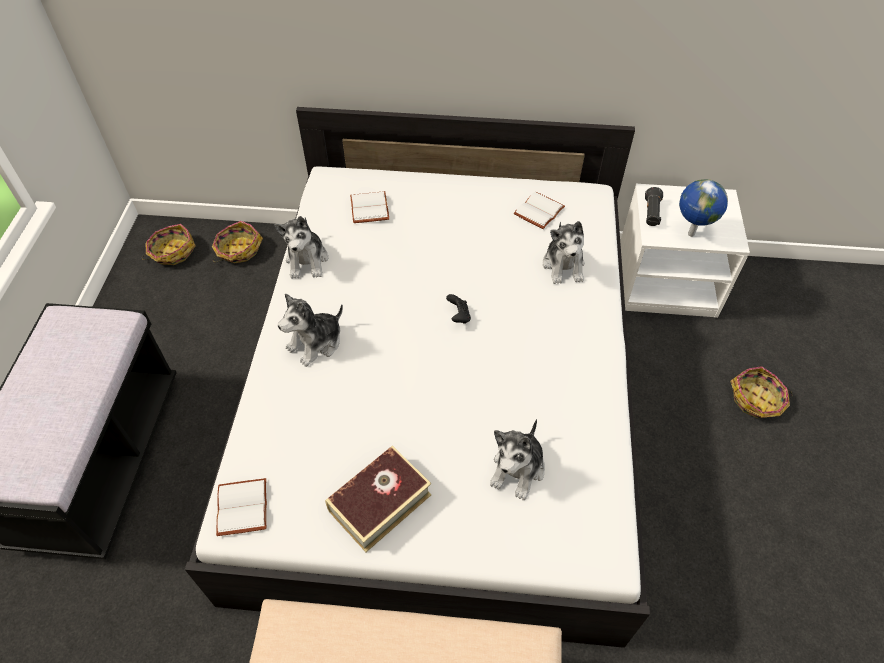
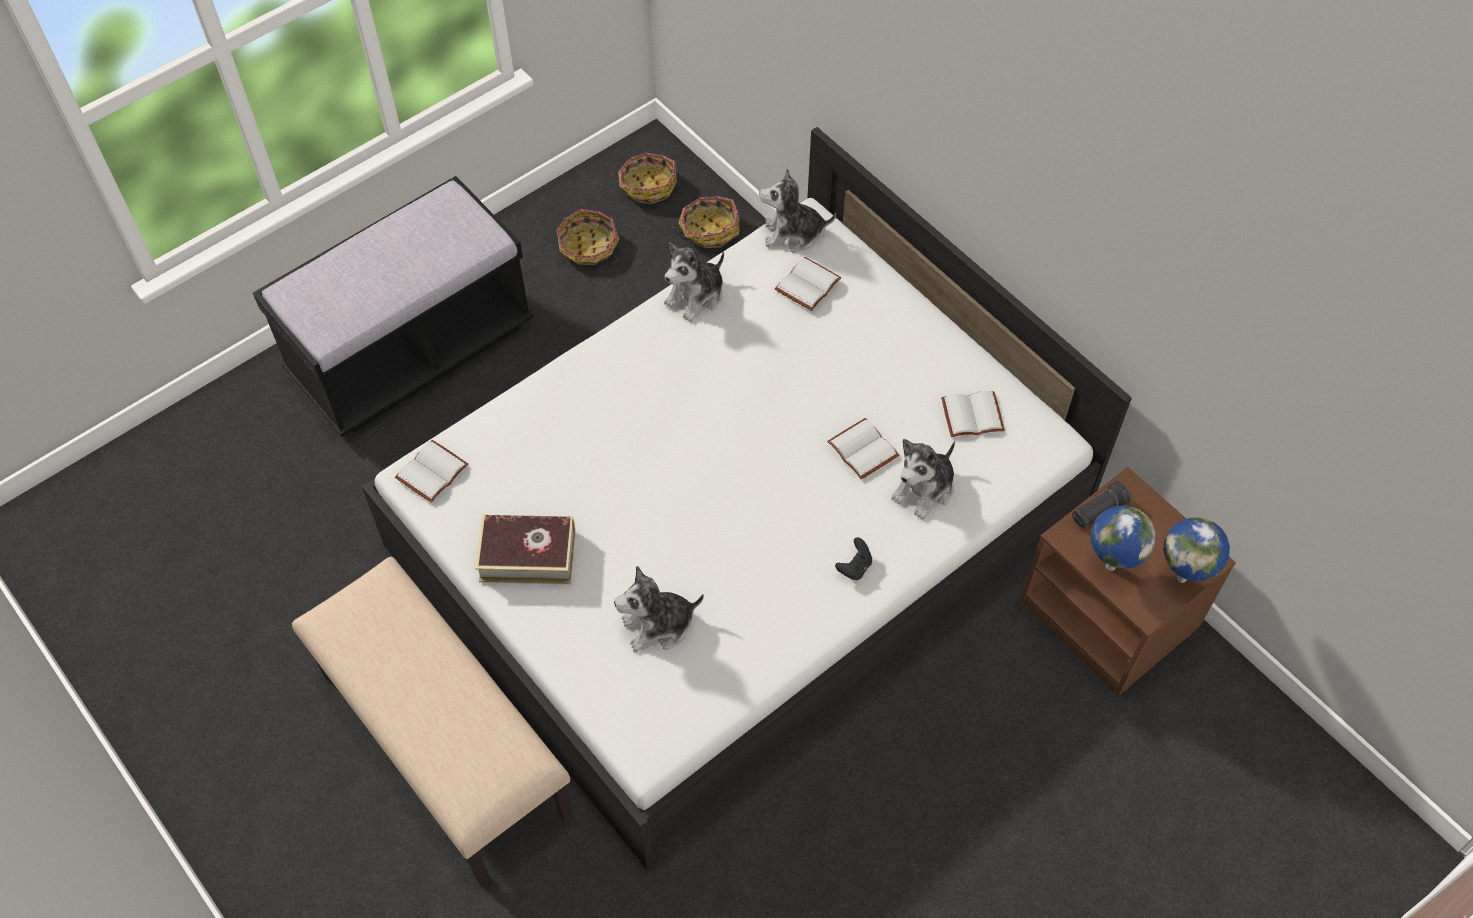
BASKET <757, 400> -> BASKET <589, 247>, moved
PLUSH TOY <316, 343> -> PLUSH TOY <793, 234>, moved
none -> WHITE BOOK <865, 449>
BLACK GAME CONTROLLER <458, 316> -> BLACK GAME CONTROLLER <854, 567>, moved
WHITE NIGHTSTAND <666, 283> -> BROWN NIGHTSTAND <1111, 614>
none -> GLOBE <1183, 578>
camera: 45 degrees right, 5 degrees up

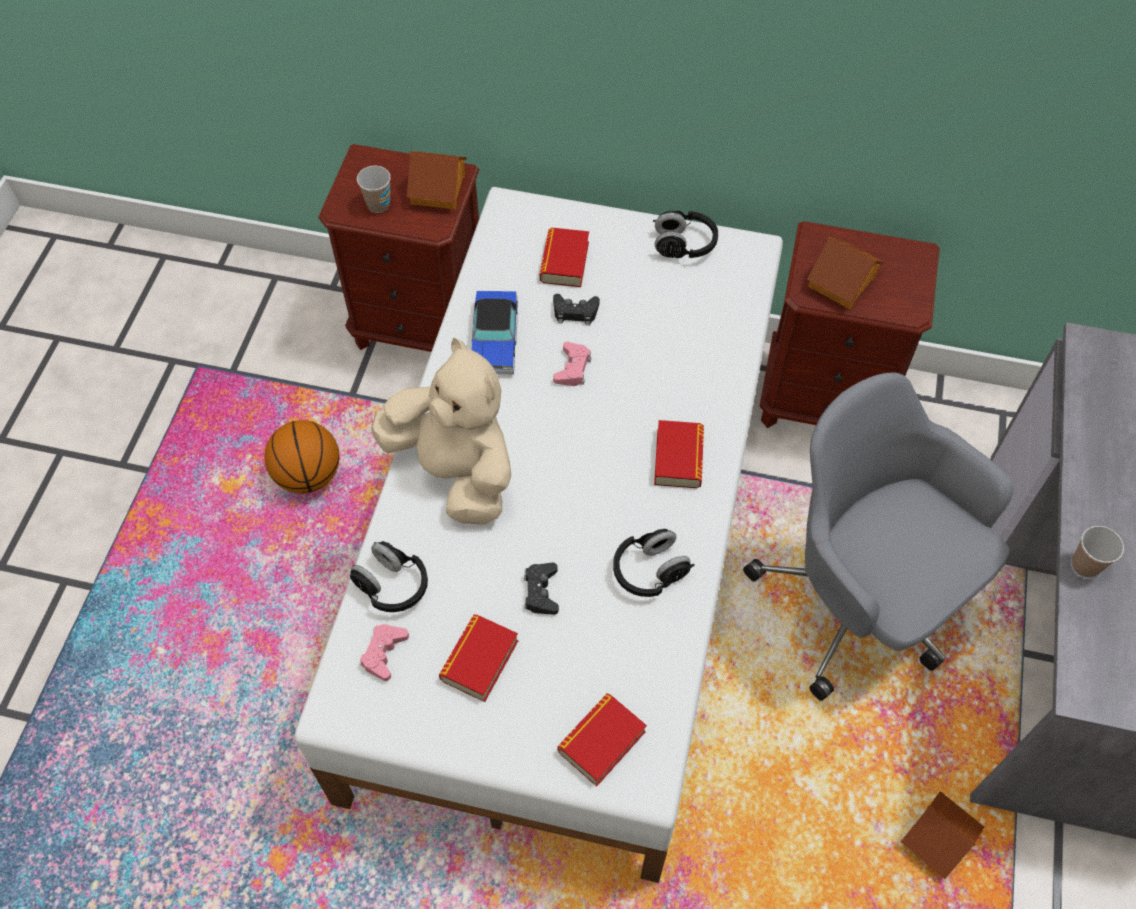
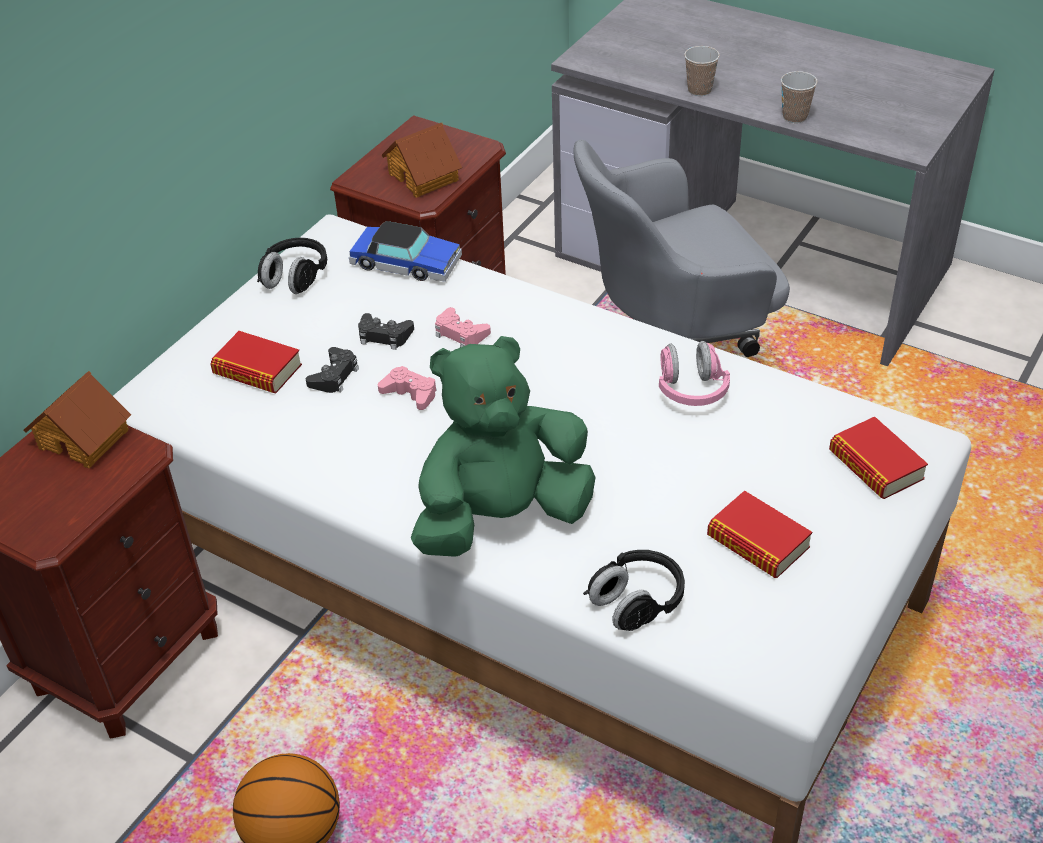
TOY CAR <495, 338> -> TOY CAR <406, 263>, moved
BLACK GAME CONTROLLER <541, 591> -> BLACK GAME CONTROLLER <384, 336>, moved
BEIGE PLUSH TOY <455, 471> -> GREEN PLUSH TOY <502, 517>
PINK GAME CONTROLLER <384, 653> -> PINK GAME CONTROLLER <460, 333>, moved
BLACK HEADPHONES <649, 571> -> PINK HEADPHONES <691, 390>
CUP <378, 205> -> CUP <699, 90>, moved
BOOK <678, 458> -> none
TOY HOUSE <938, 840> -> none
camera: 70 degrees left, 15 degrees down

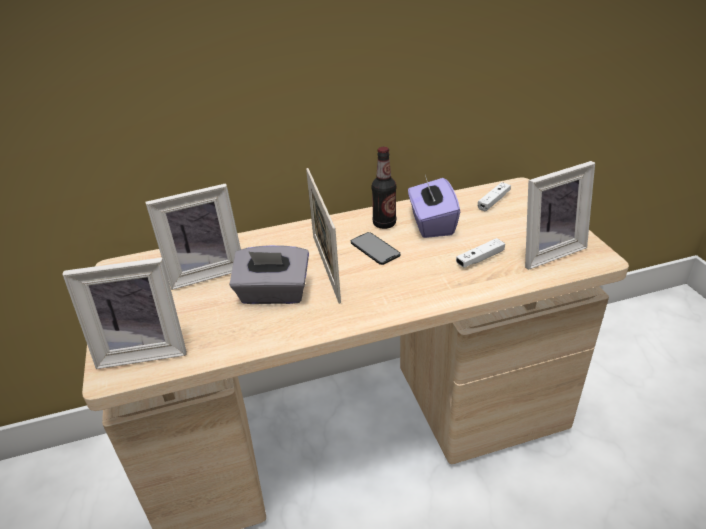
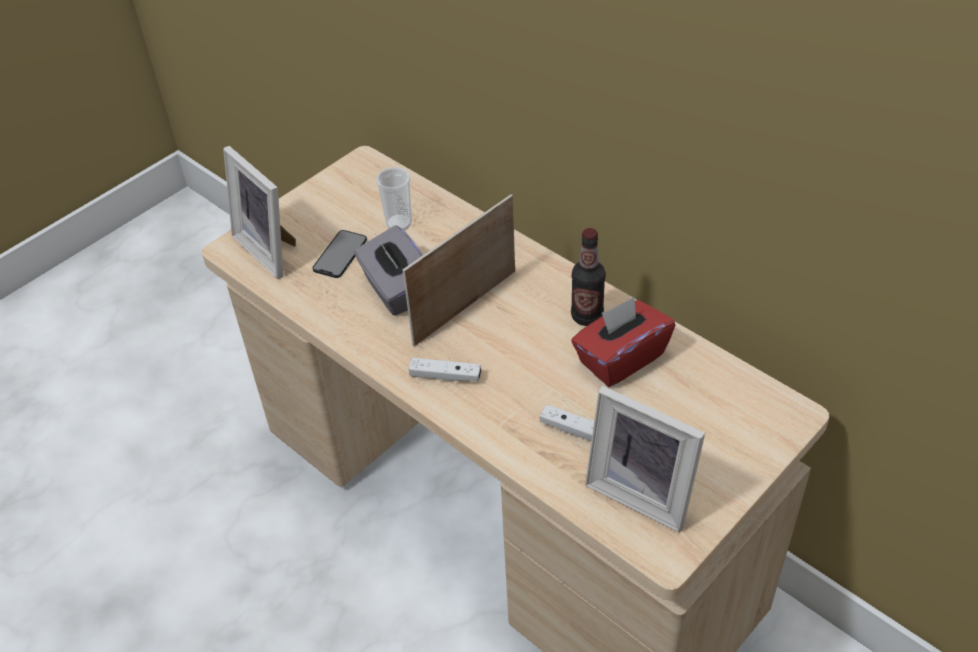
PHONE <375, 248> -> PHONE <340, 254>, moved
PICTURE FRAME <206, 271> -> CUP <399, 223>
WHITE GAME CONTROLLER <493, 201> -> WHITE GAME CONTROLLER <445, 376>, moved
PURPLE TISSUE BOX <431, 223> -> RED TISSUE BOX <620, 358>
camera: 60 degrees right, 10 degrees up

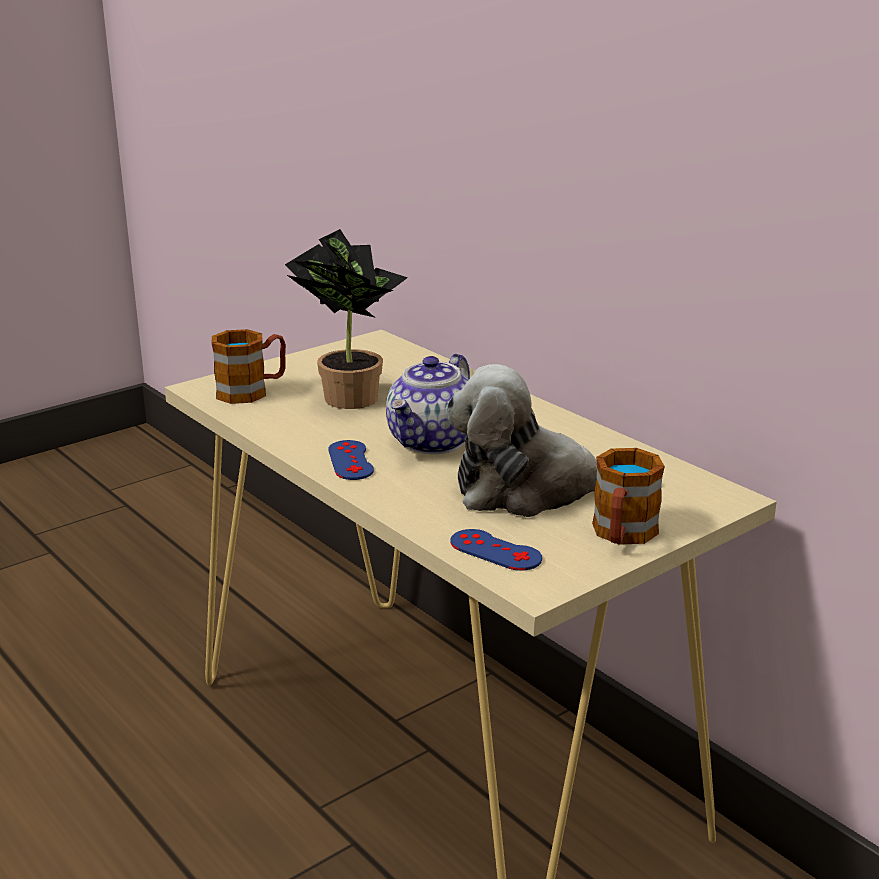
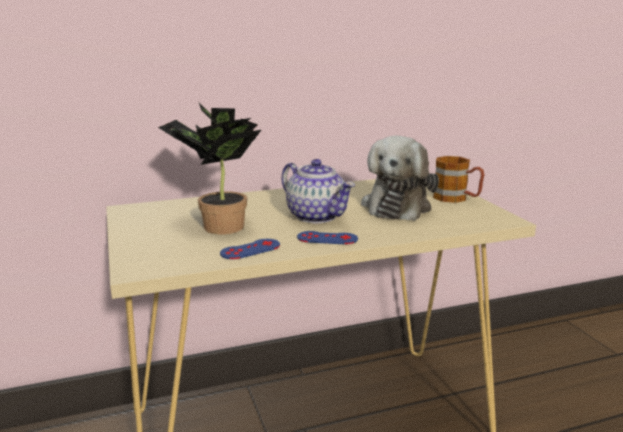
BLUE GAME CONTROLLER <495, 550> -> BLUE GAME CONTROLLER <250, 249>, moved
MUG <252, 391> -> none
camera: 70 degrees left, 5 degrees down

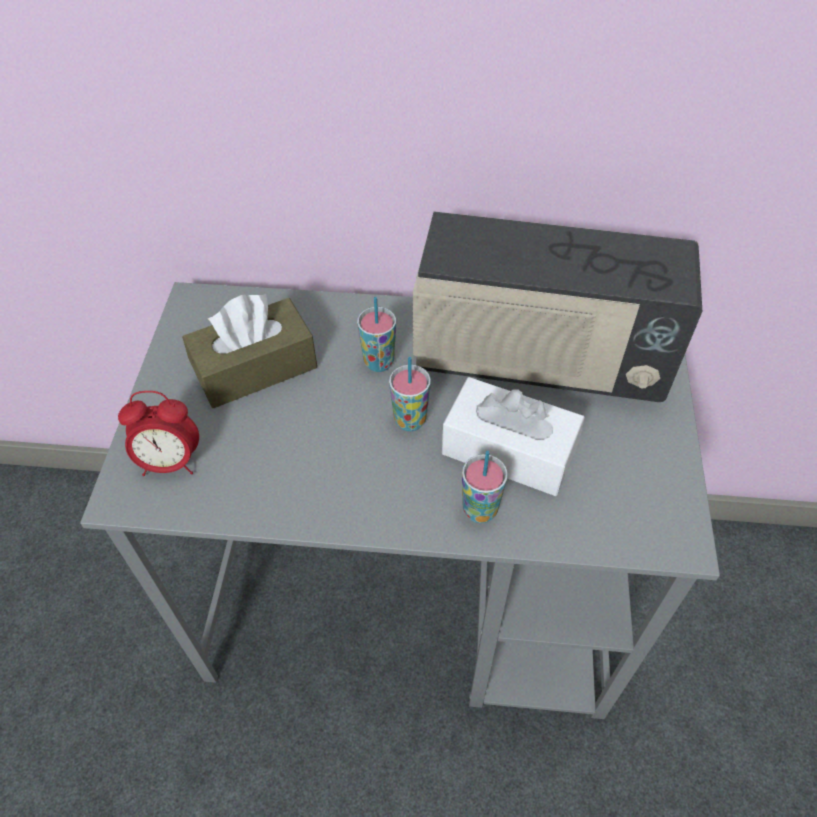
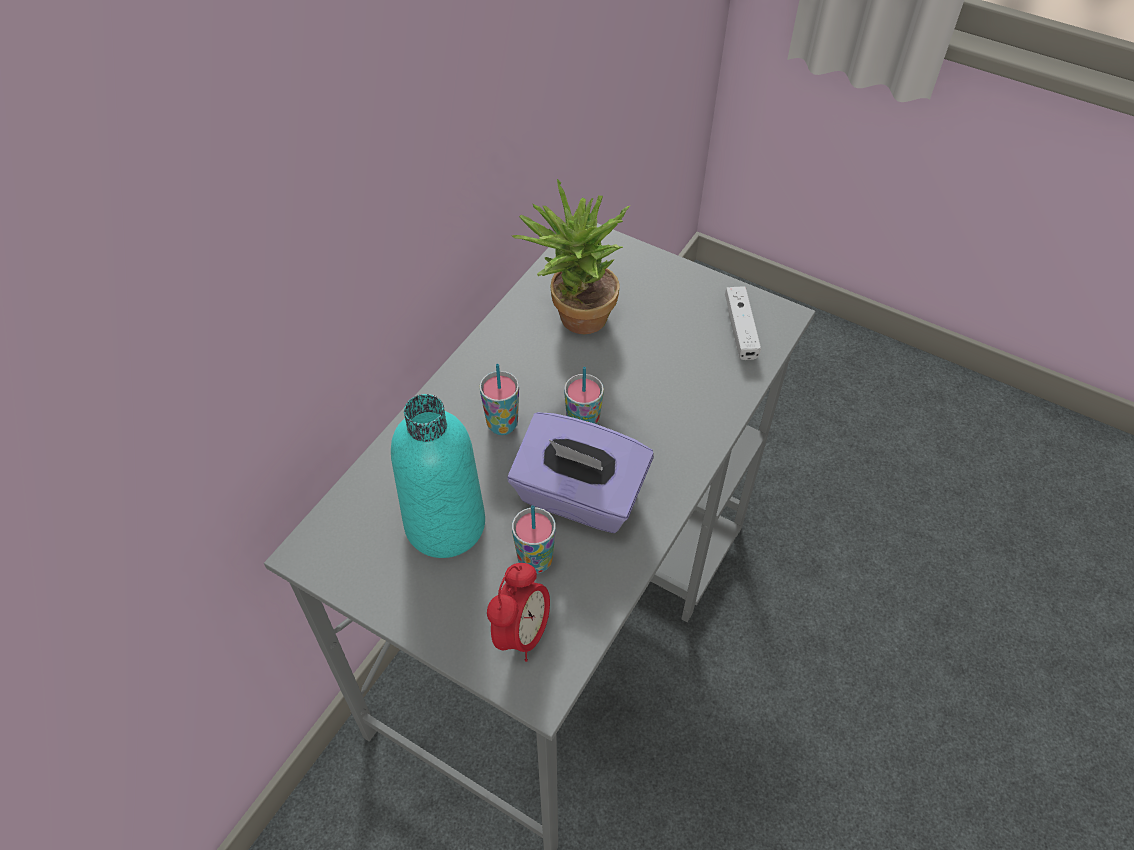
BROWN TISSUE BOX <255, 368> -> TURQUOISE BOTTLE <445, 524>
none -> PURPLE TISSUE BOX <579, 497>
RADIO <538, 362> -> POTTED PLANT <573, 318>
CUP <480, 510> -> CUP <535, 561>, moved
none -> WHITE GAME CONTROLLER <740, 329>
WHITE TISSUE BOX <508, 450> -> none
camera: 65 degrees left, 0 degrees up

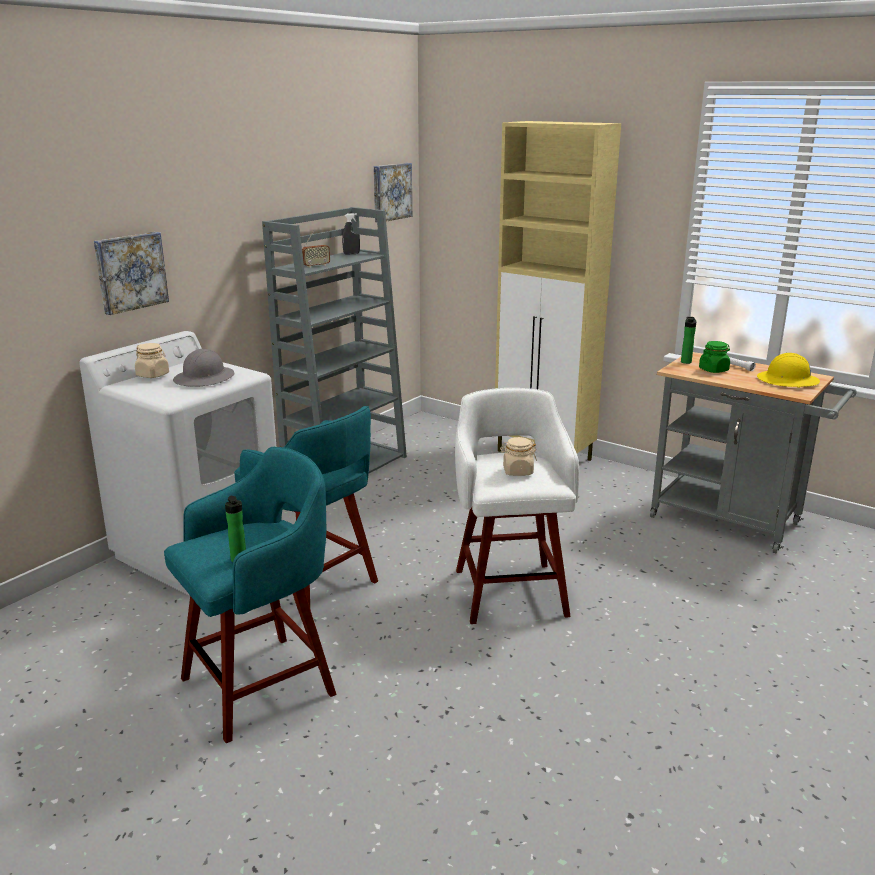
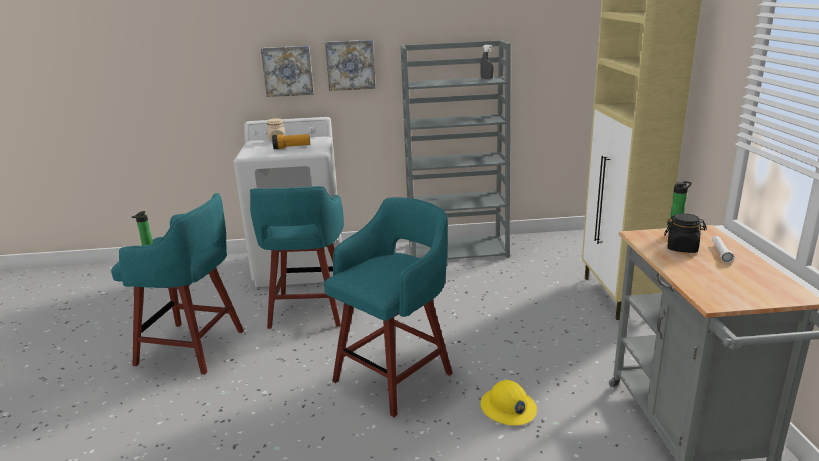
GREY HARD HAT <204, 379> -> FLASHLIGHT <292, 147>
WHITE STOOL <510, 590> -> TURQUOISE STOOL <395, 375>
PICTURE <391, 192> -> PICTURE <350, 65>, moved
YELLOW HARD HAT <787, 381> -> YELLOW HARD HAT <508, 408>, moved
GREEN JAR <713, 370> -> BLACK JAR <682, 248>
RADIO <316, 266> -> none
BEIGE JAR <517, 471> -> none
camera: 50 degrees right, 0 degrees up

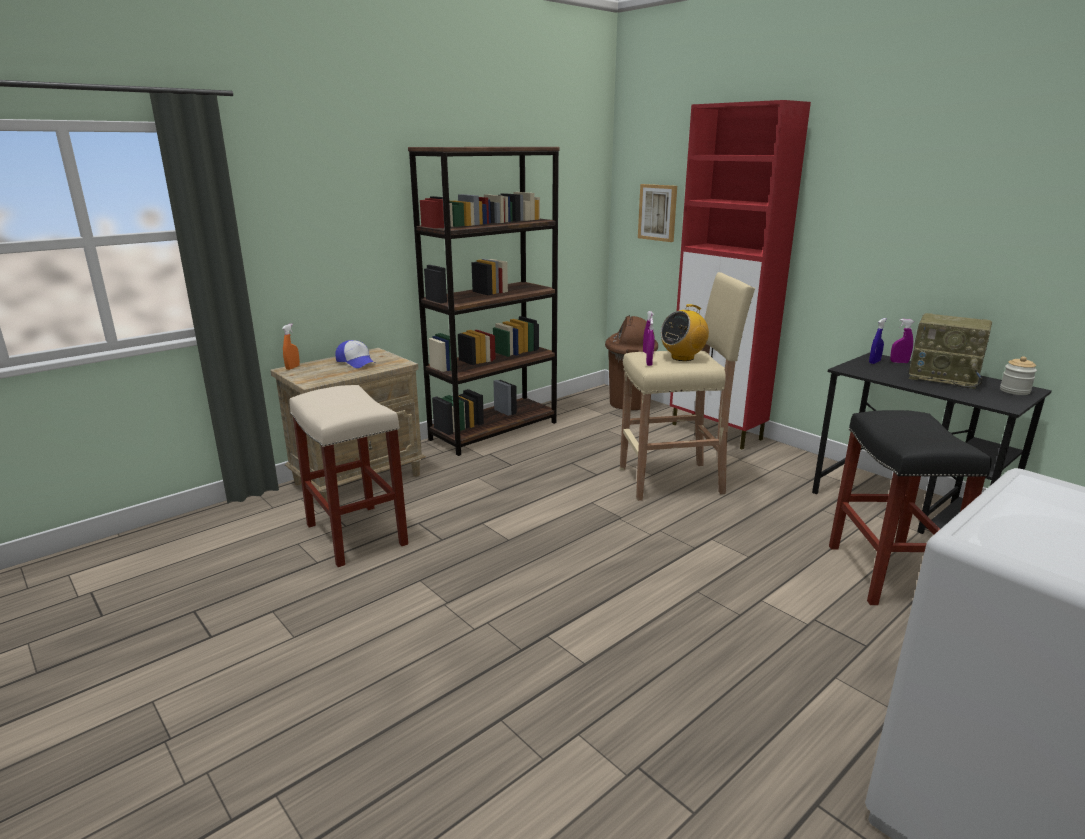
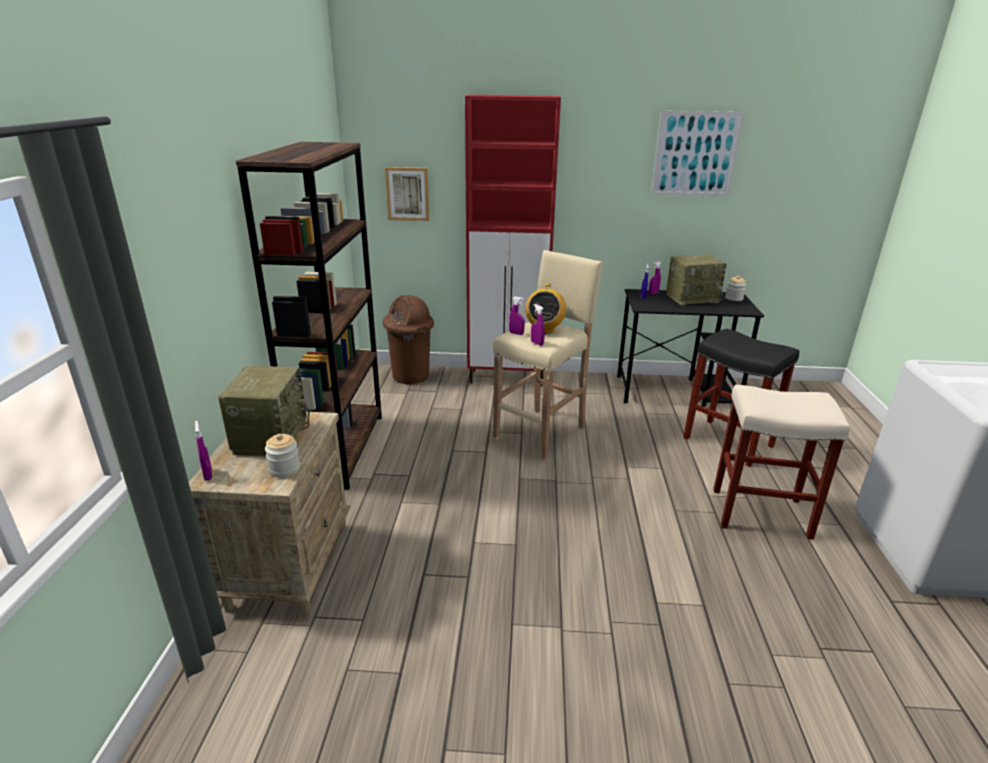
ORANGE SPRAY BOTTLE <292, 367> -> PURPLE SPRAY BOTTLE <208, 475>
CAP <356, 362> -> RADIO <270, 436>
none -> JAR <284, 469>
none -> PICTURE <695, 154>
BEIGE STOOL <355, 534> -> BEIGE STOOL <759, 513>, moved
camera: 45 degrees left, 5 degrees up

